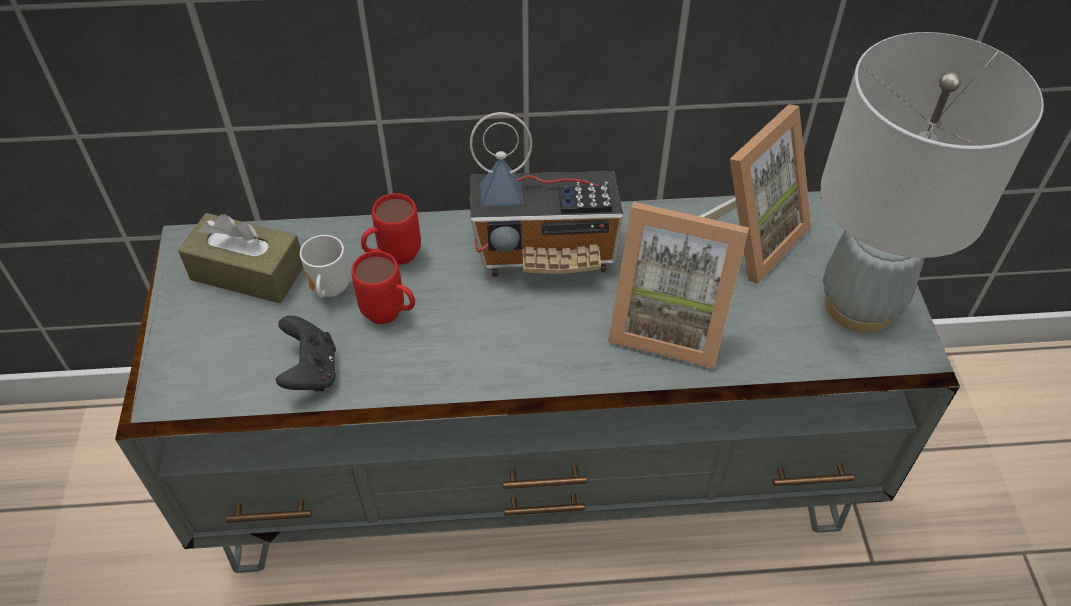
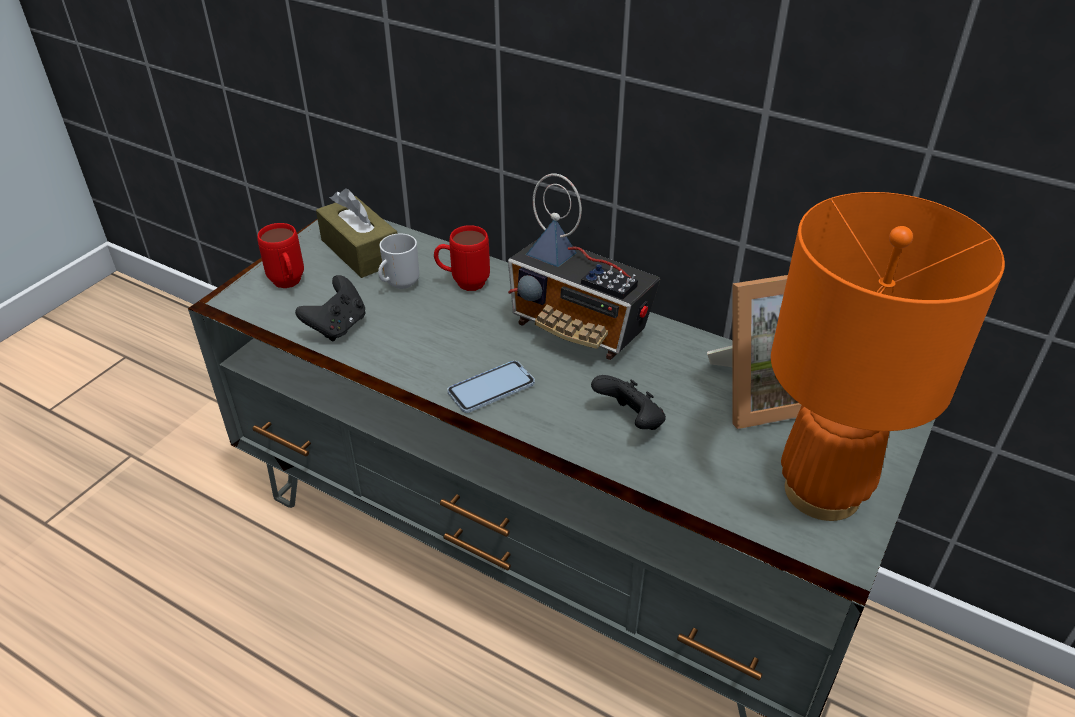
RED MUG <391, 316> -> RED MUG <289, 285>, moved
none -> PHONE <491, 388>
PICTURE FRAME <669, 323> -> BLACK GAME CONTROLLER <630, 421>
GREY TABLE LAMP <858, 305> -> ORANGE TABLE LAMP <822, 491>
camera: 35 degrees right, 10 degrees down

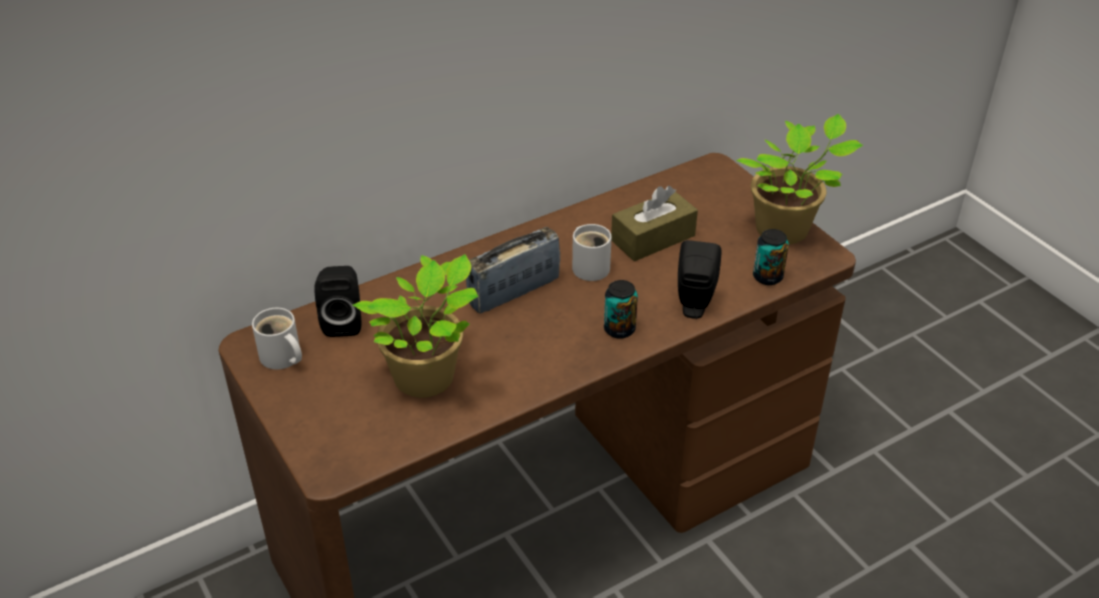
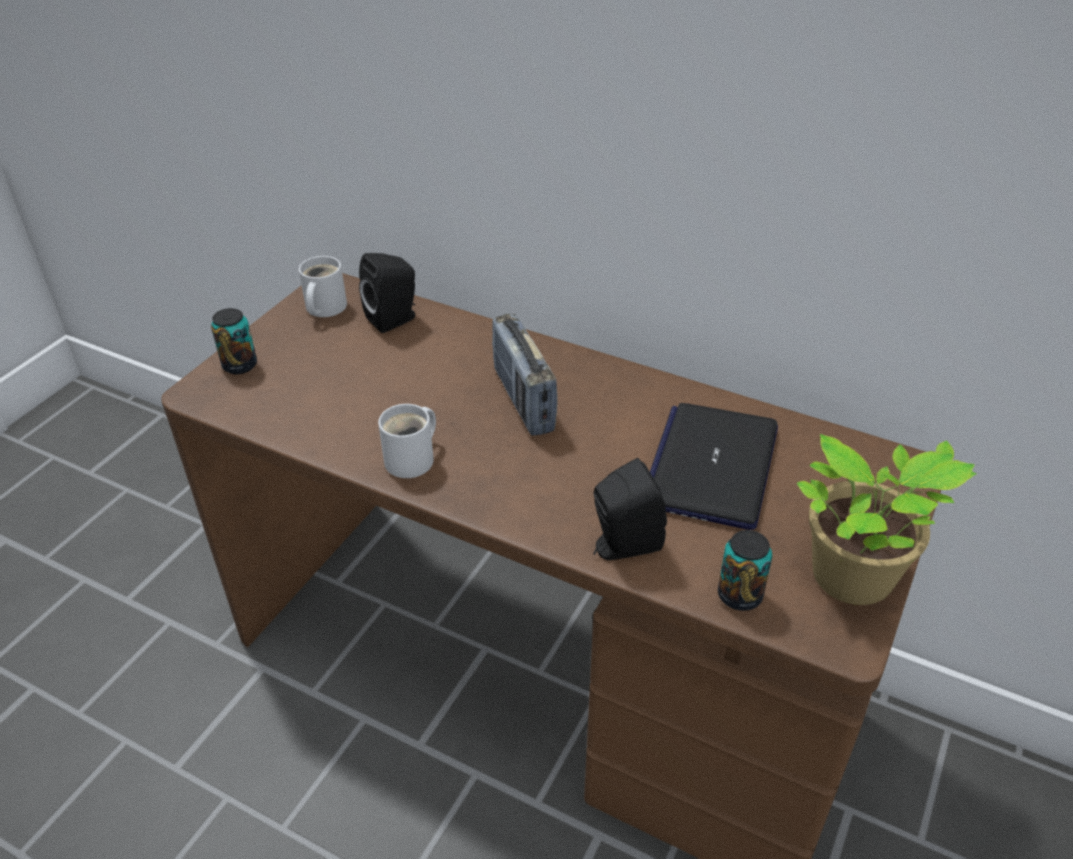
CAN <619, 329> -> CAN <240, 365>, moved
WHITE MUG <590, 266> -> WHITE MUG <414, 459>, moved
RADIO <514, 292> -> RADIO <523, 400>, 135 degrees counterclockwise
BROWN TISSUE BOX <653, 238> -> LAPTOP <711, 466>
POTTED PLANT <428, 379> -> none
camera: 60 degrees right, 0 degrees up

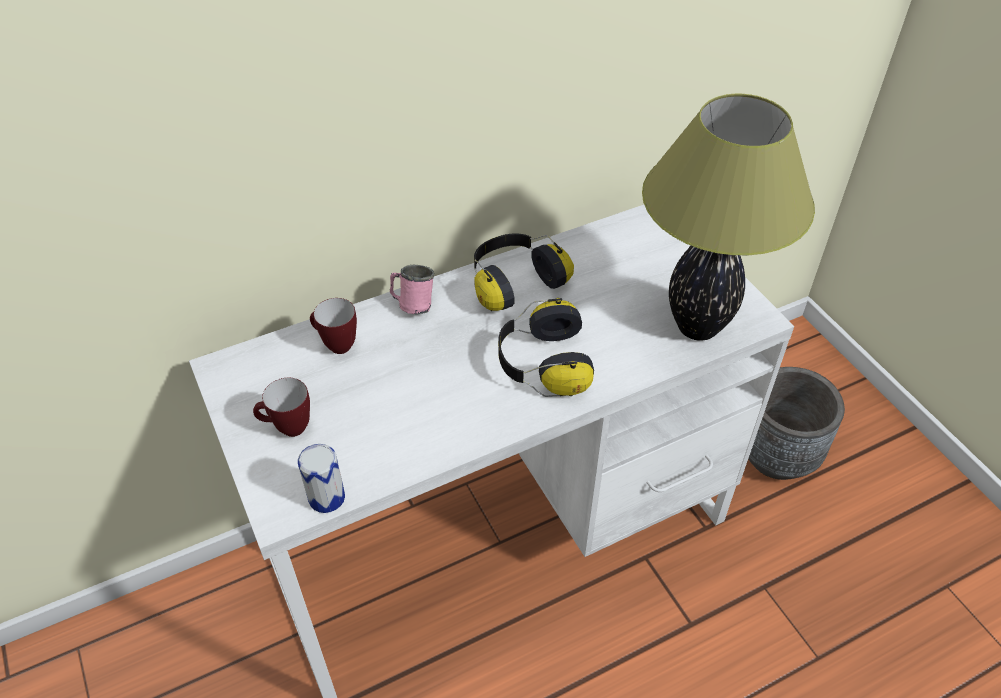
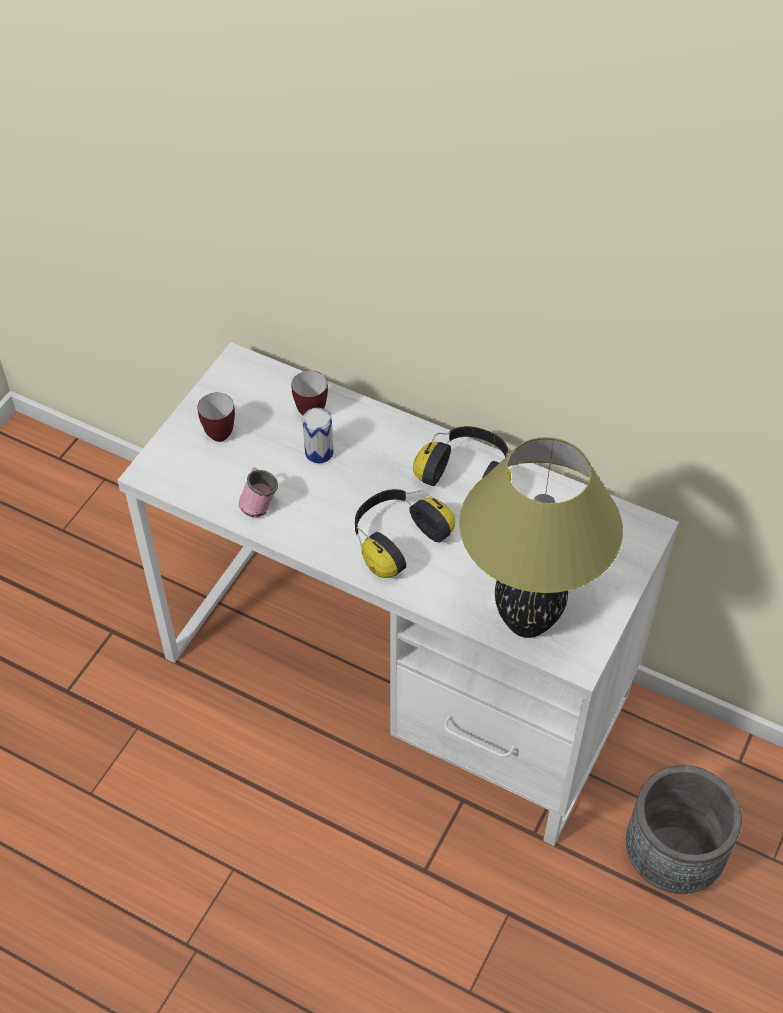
PINK MUG <412, 305> -> PINK MUG <258, 503>, moved
CAN <326, 497> -> CAN <319, 452>, moved
camera: 55 degrees right, 5 degrees up

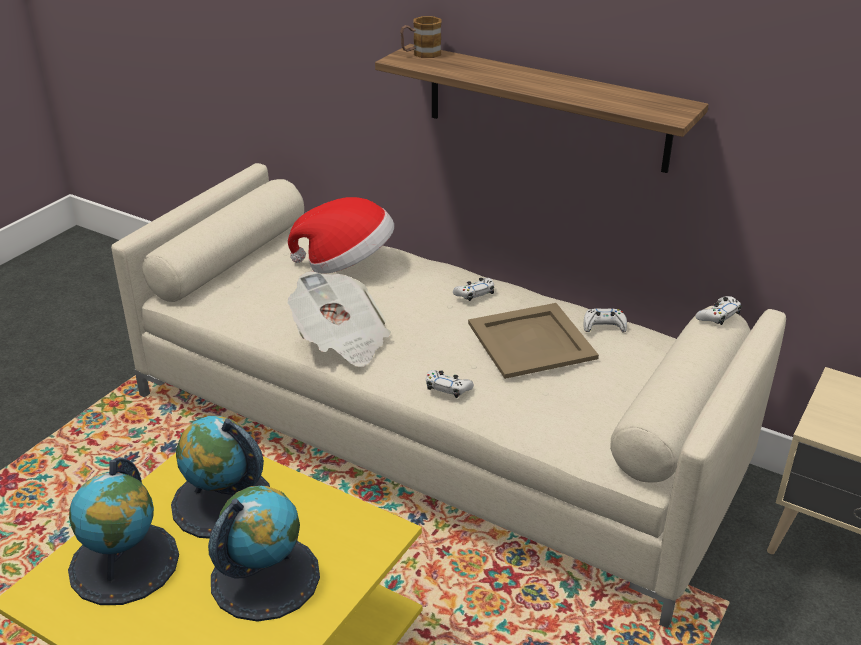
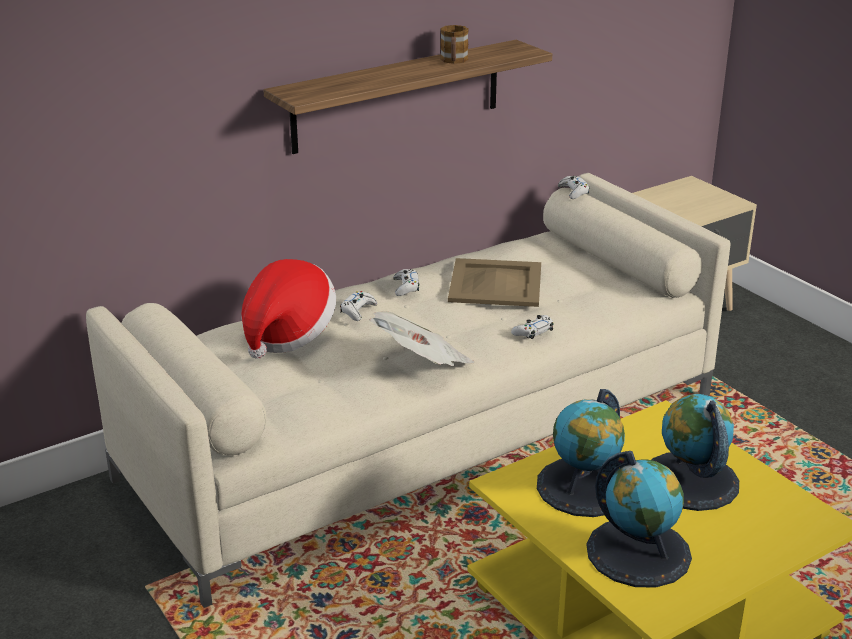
WHITE GAME CONTROLLER <604, 326> -> WHITE GAME CONTROLLER <358, 311>, moved
MUG <421, 54> -> MUG <453, 61>, moved
camera: 65 degrees left, 5 degrees down

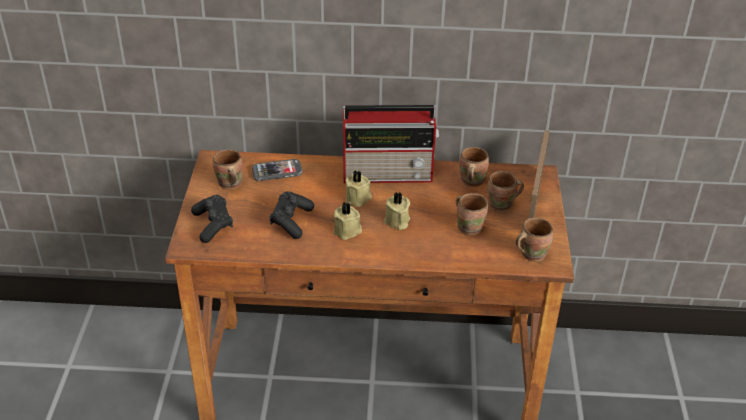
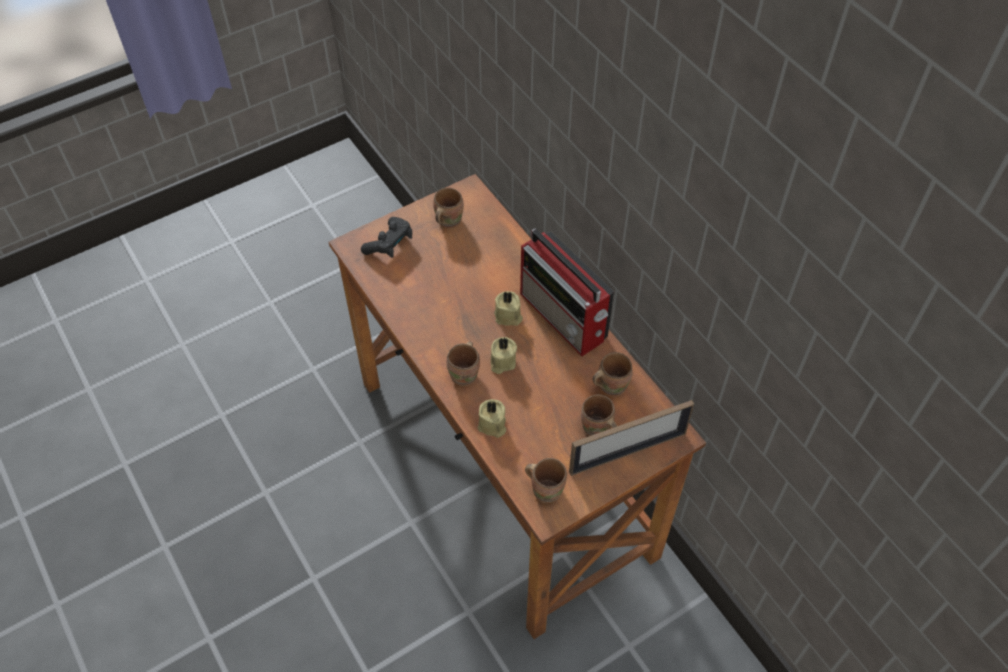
BROWN MUG <469, 226> -> BROWN MUG <466, 375>, moved
BEIGE CANDLE <348, 231> -> BEIGE CANDLE <492, 425>, moved
PHONE <277, 171> -> none
BLACK GAME CONTROLLER <291, 221> -> none
camera: 55 degrees right, 15 degrees up

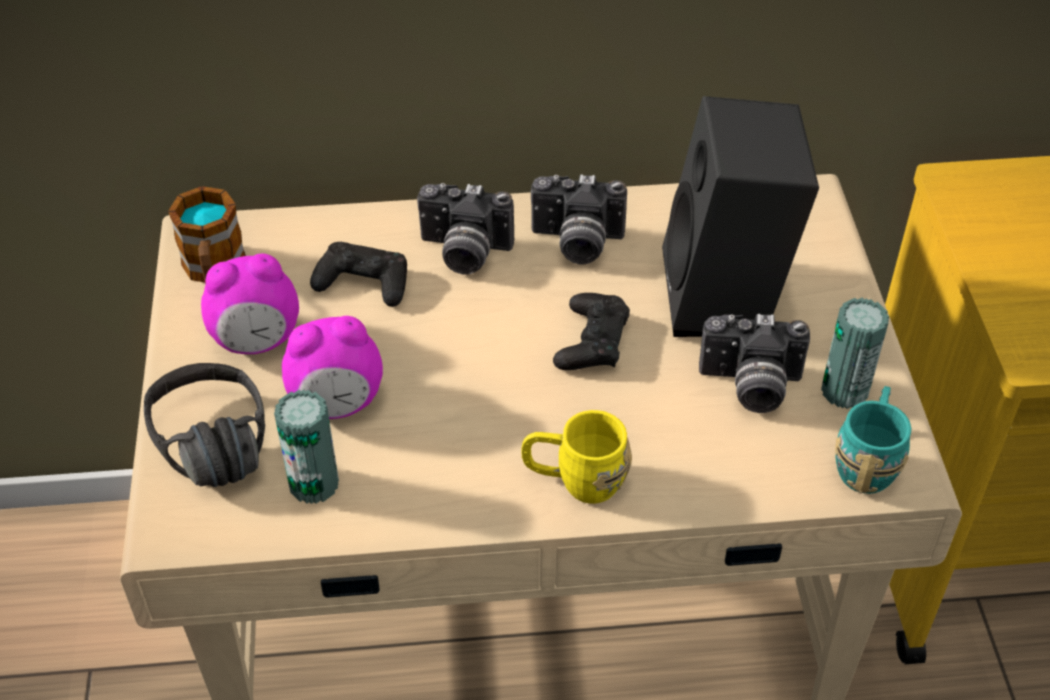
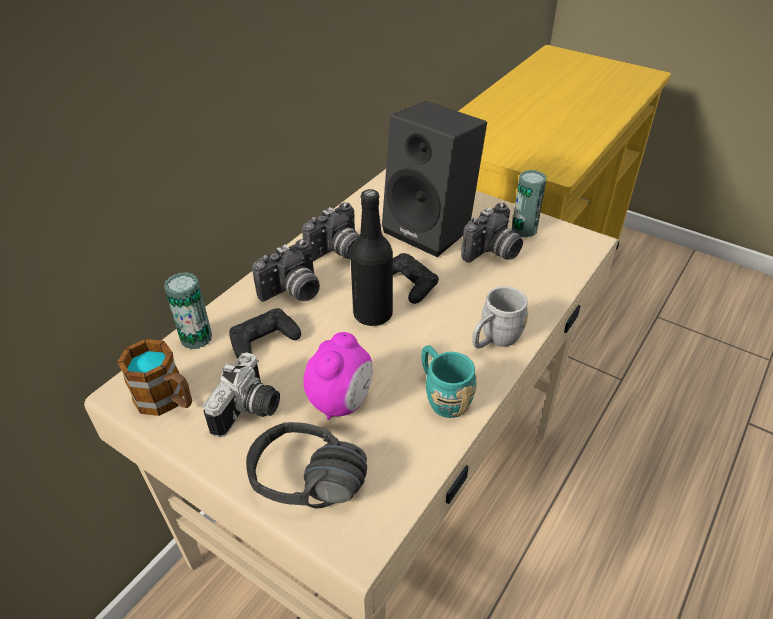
CAN <314, 484> -> CAN <196, 338>, moved
ALARM CLOCK <257, 341> -> PHOTO CAMERA <250, 411>
none -> BLACK BOTTLE <373, 314>
TURQUOISE MUG <867, 460> -> TURQUOISE MUG <442, 396>, moved
YELLOW MUG <575, 481> -> GREY MUG <494, 340>
camera: 50 degrees left, 5 degrees down

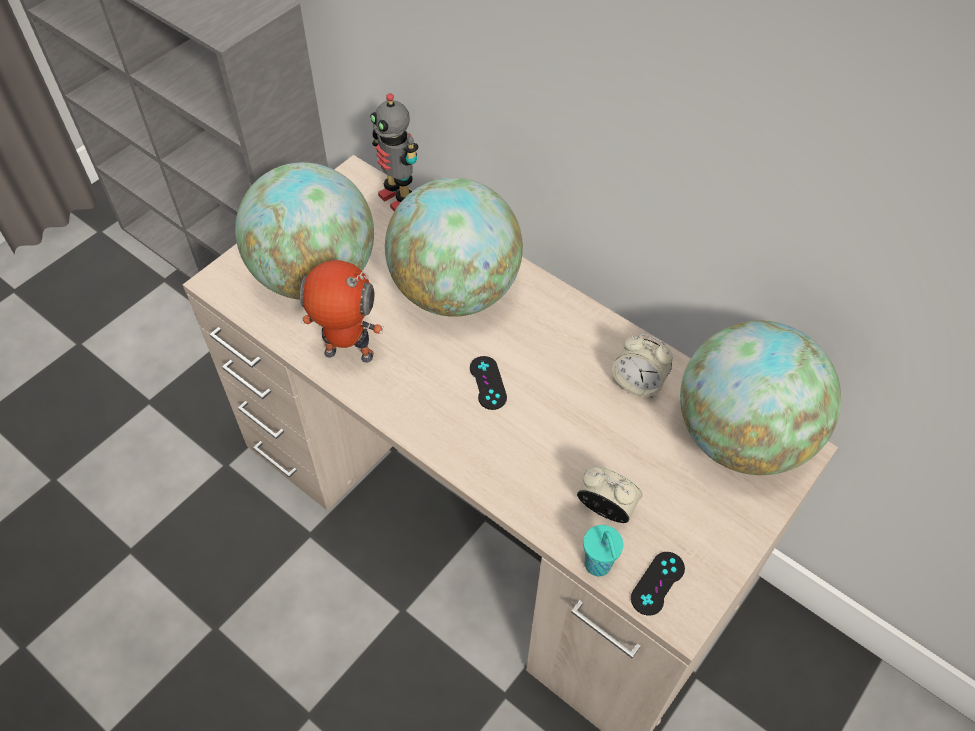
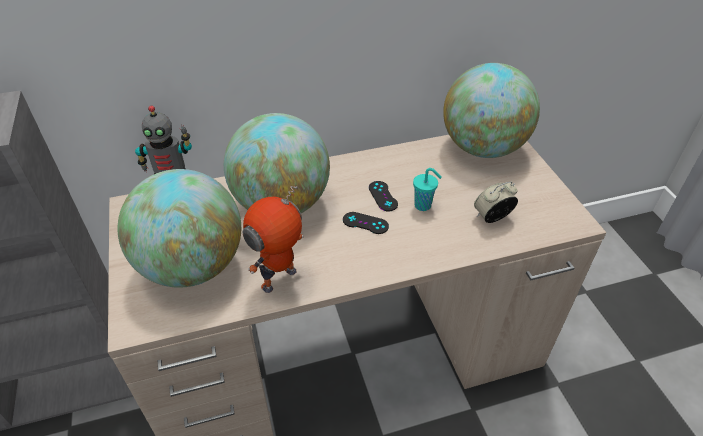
BLACK GAME CONTROLLER <657, 583> -> BLACK GAME CONTROLLER <383, 196>, moved
TURQUOISE CUP <598, 566> -> TURQUOISE CUP <424, 206>, moved
ALARM CLOCK <638, 383> -> none
camera: 55 degrees left, 10 degrees down

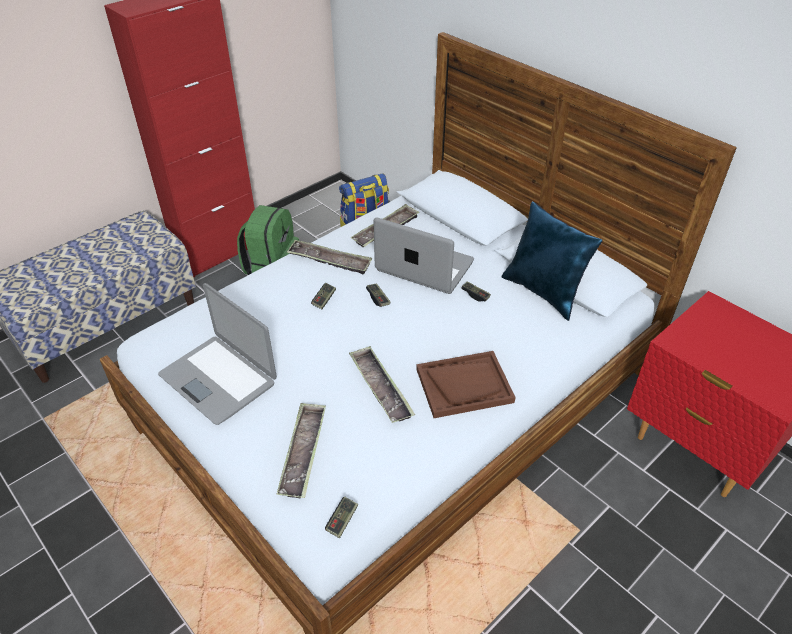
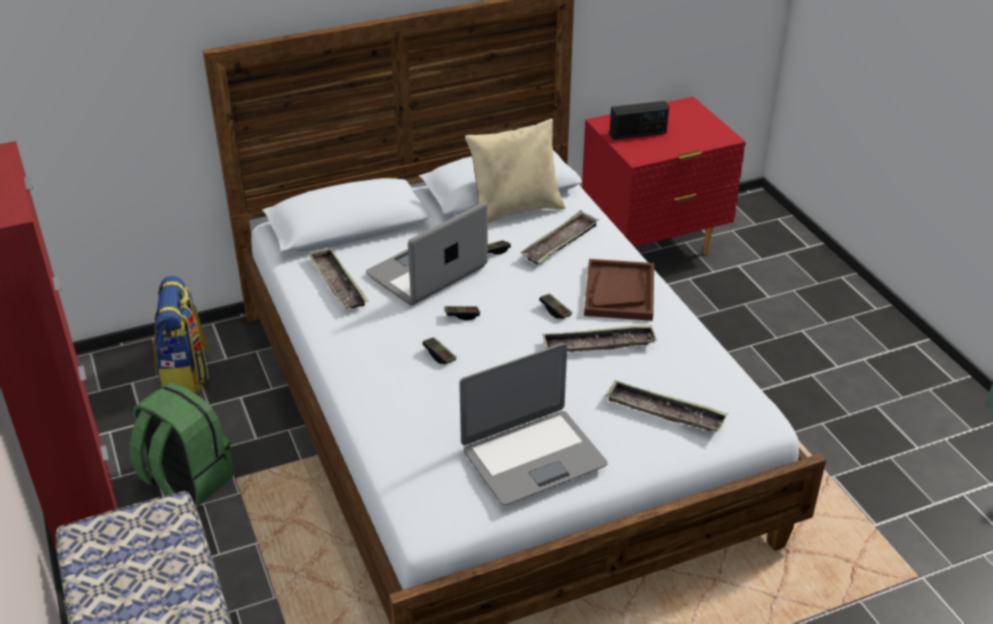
BLUE PILLOW <544, 292> -> BEIGE PILLOW <515, 210>
TRAY <329, 261> -> TRAY <560, 243>, moved
GAME CONTROLLER <342, 520> -> GAME CONTROLLER <555, 311>, moved
none -> RADIO <638, 134>
camera: 70 degrees left, 5 degrees down

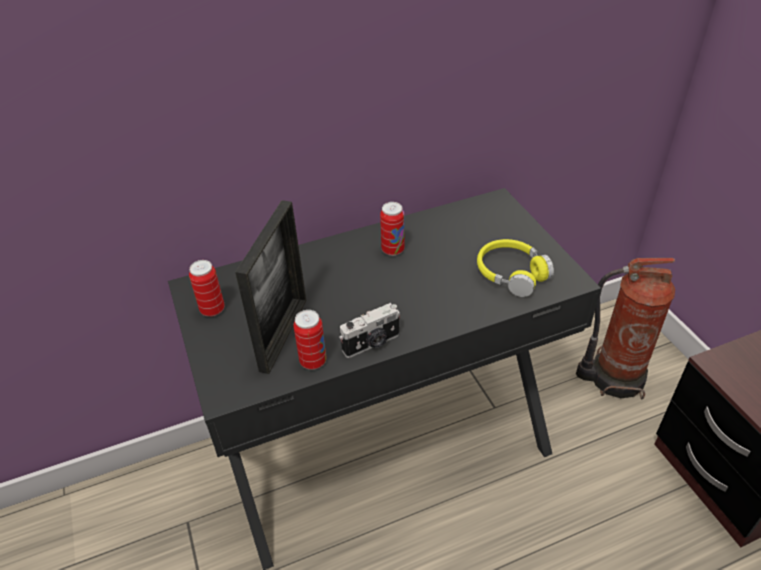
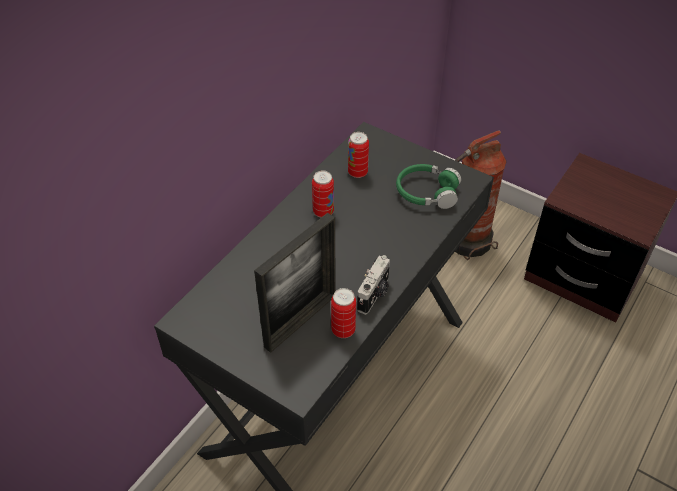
PICTURE FRAME <283, 334> -> PICTURE FRAME <300, 321>, 60 degrees clockwise
CAN <212, 309> -> CAN <357, 172>, moved
YELLOW HEADPHONES <511, 273> -> GREEN HEADPHONES <426, 192>
camera: 35 degrees left, 5 degrees up

